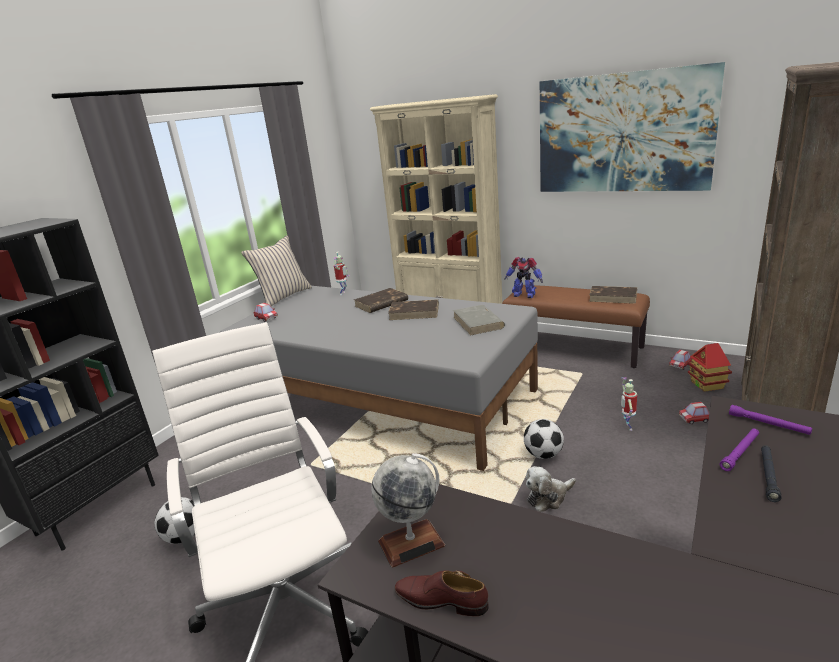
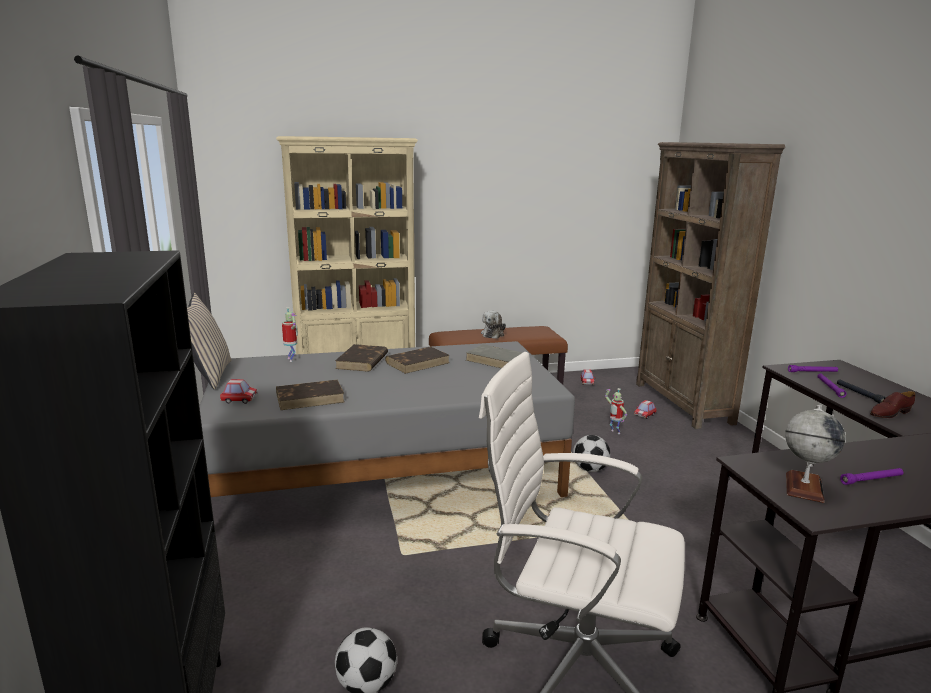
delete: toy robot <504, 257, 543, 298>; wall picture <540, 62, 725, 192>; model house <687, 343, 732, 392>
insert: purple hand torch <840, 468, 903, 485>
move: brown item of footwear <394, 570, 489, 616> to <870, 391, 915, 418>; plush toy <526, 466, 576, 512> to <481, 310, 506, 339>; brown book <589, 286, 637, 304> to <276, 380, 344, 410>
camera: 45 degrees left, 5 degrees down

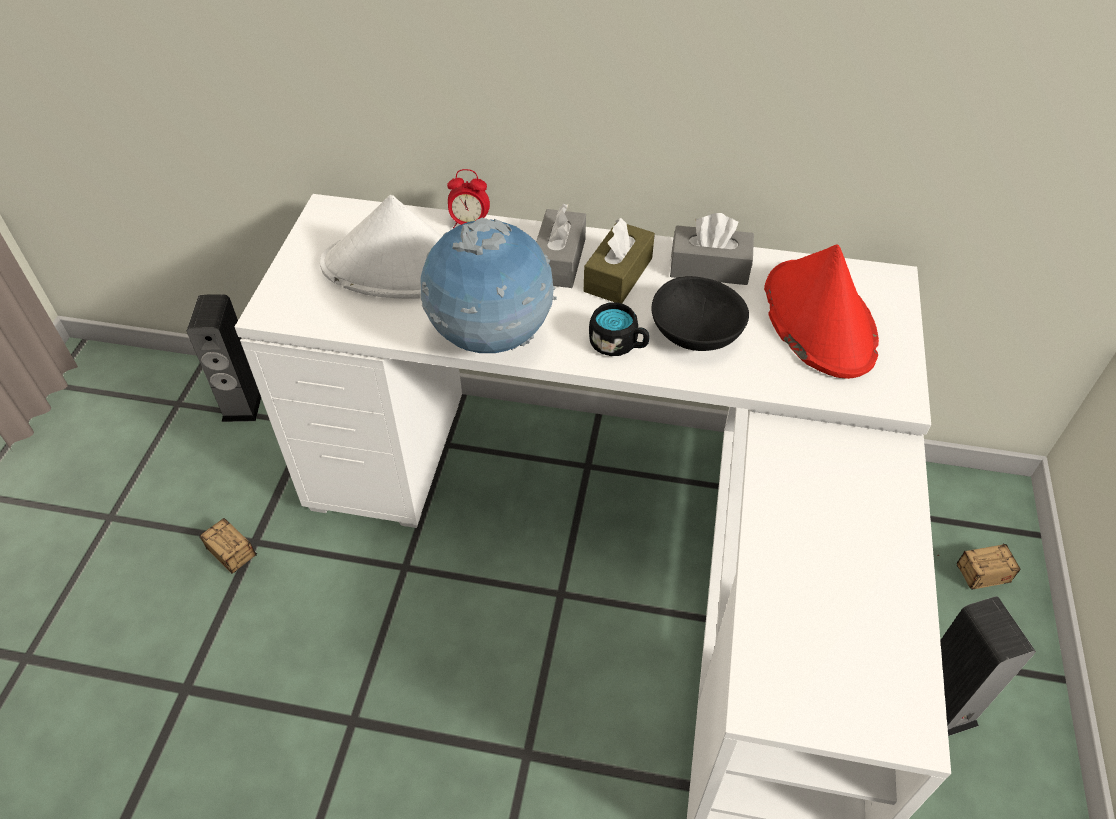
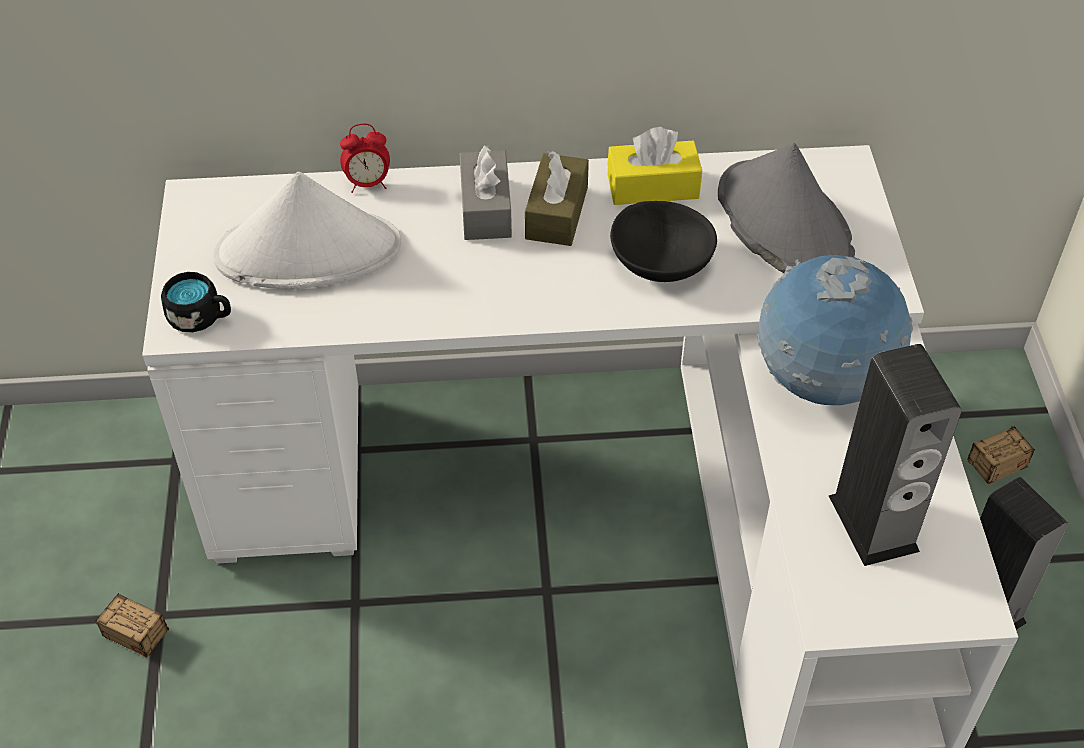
move: loudspeaker <187, 294, 261, 422> to <829, 344, 962, 566>; globe <421, 218, 557, 353> to <757, 255, 913, 405>; black-coloured tea mug <589, 302, 649, 356> to <161, 272, 231, 333>
recolor: gray box of tissues <670, 213, 754, 285> to yellow box of tissues <607, 127, 702, 205>; reddish wearable hat <764, 244, 879, 379> to gray wearable hat <718, 143, 855, 273>
camera: 15 degrees left, 0 degrees up

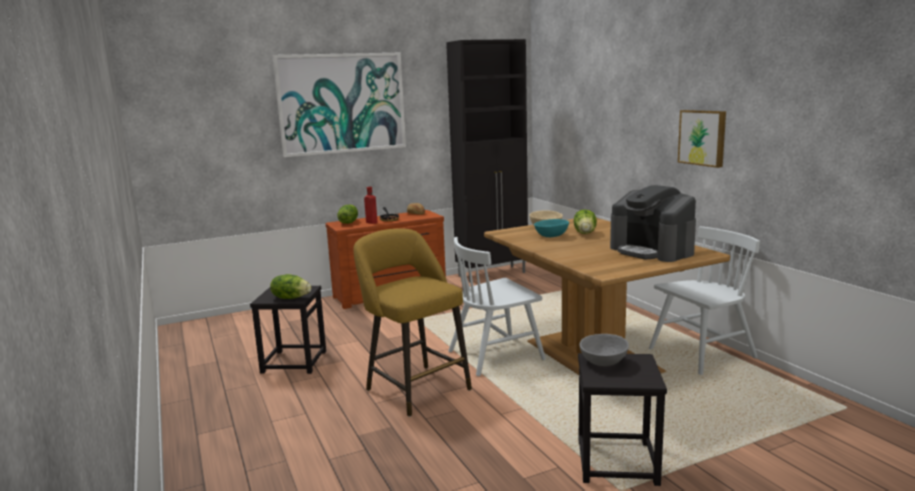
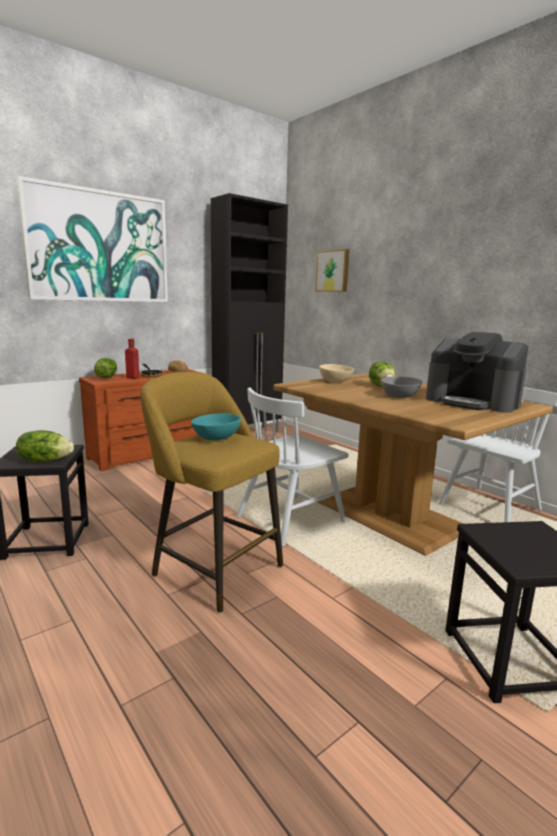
move: blue-green deep dish <534, 219, 569, 237> to <191, 413, 241, 440>; gray deep dish <580, 334, 629, 366> to <381, 376, 422, 398>; wall picture <678, 110, 726, 168> to <315, 249, 349, 292>
camera: 15 degrees left, 0 degrees up

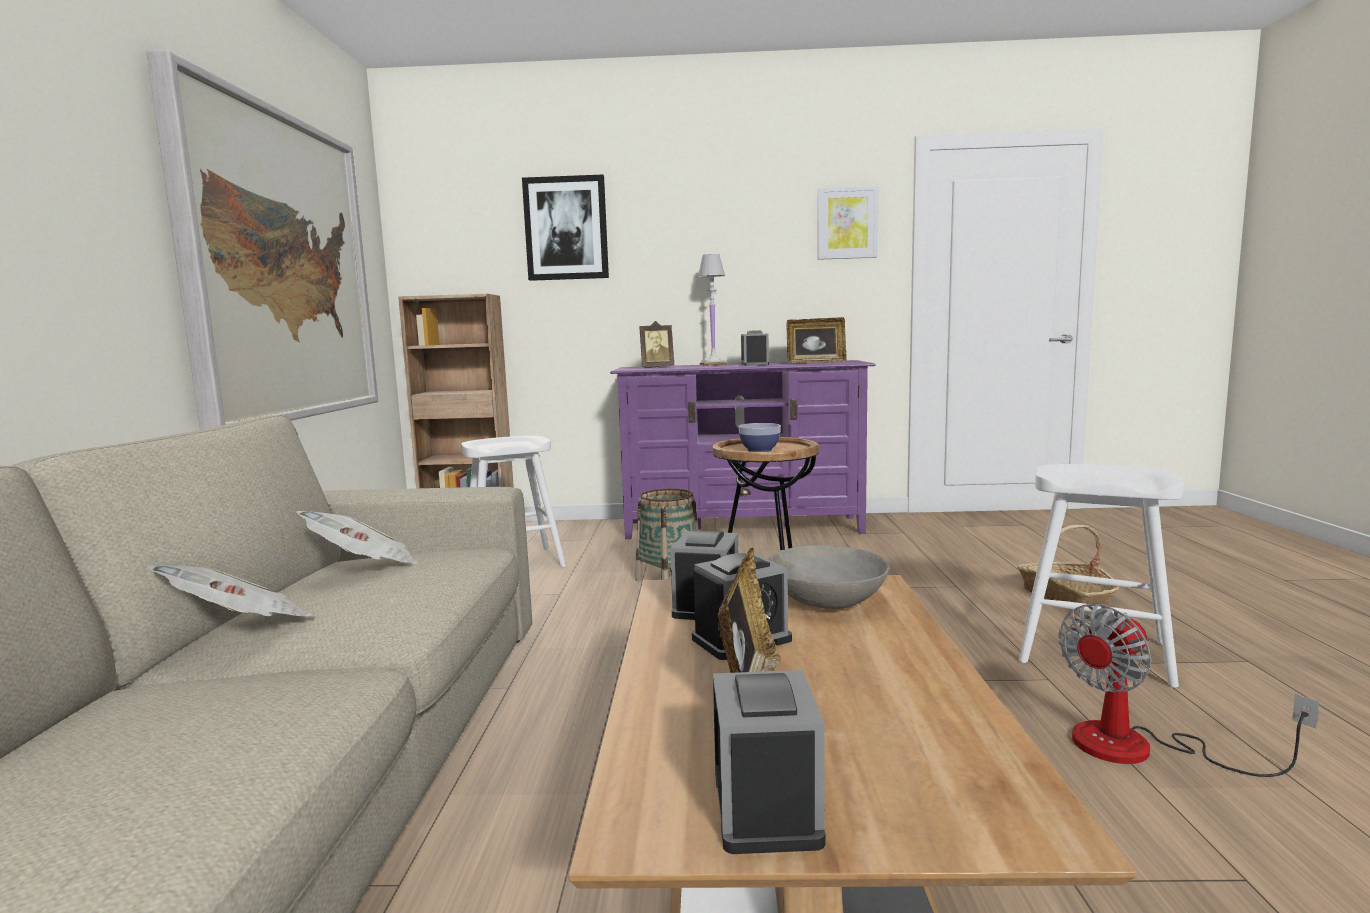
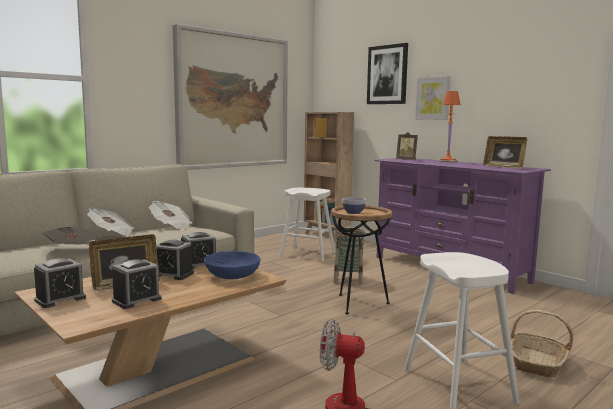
insert: daily paper <42, 227, 97, 245>
move: bedside clock <741, 330, 769, 366> to <112, 259, 162, 309>; wall picture <818, 186, 878, 260> to <415, 76, 450, 120>
recolor: white table lamp <698, 254, 728, 366> to orange table lamp <439, 91, 461, 163>; gray deep dish <768, 545, 889, 609> to bluish deep dish <204, 251, 260, 279>
camera: 45 degrees right, 0 degrees up

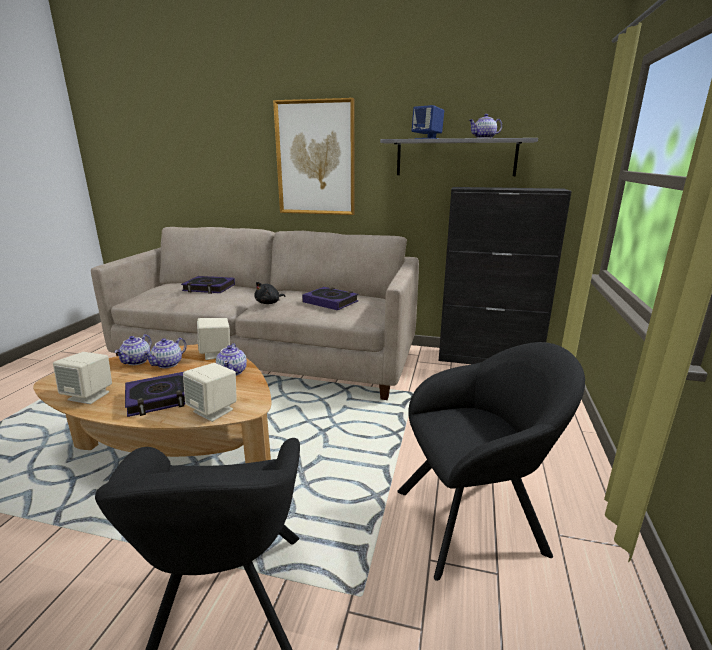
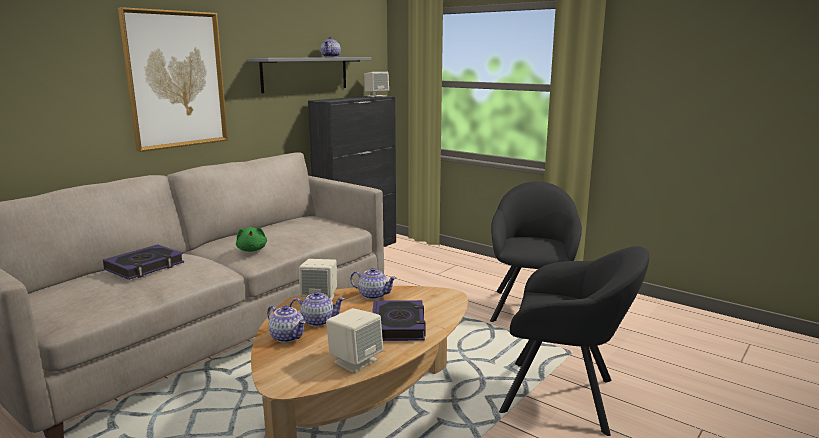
delete: book <302, 287, 358, 310>; bluish loudspeaker <412, 105, 444, 139>
move: beige loudspeaker <183, 363, 237, 422> to <364, 72, 389, 97>
recolor: black-coloured plush toy <254, 282, 285, 304> to greenish plush toy <236, 227, 267, 252>
rotate: pot for tea <142, 338, 187, 368> = <289, 291, 345, 327> 60 degrees counterclockwise
camera: 65 degrees left, 5 degrees down

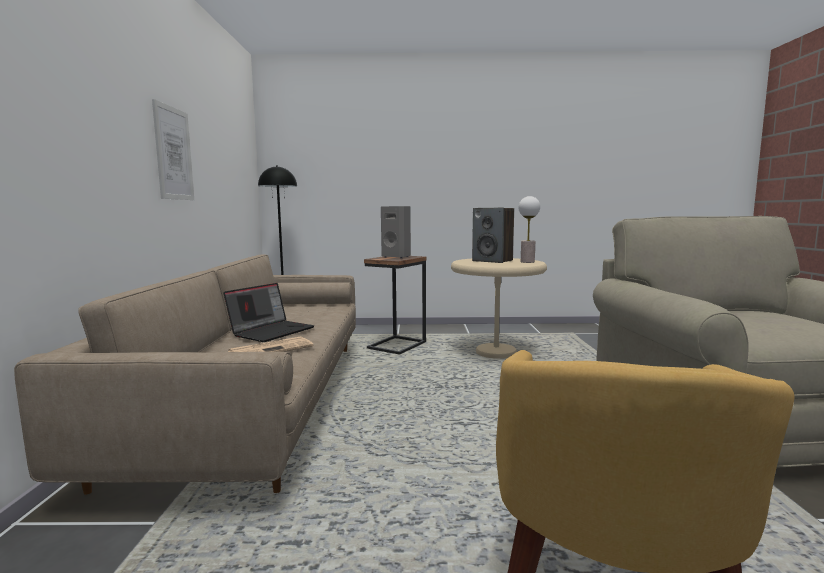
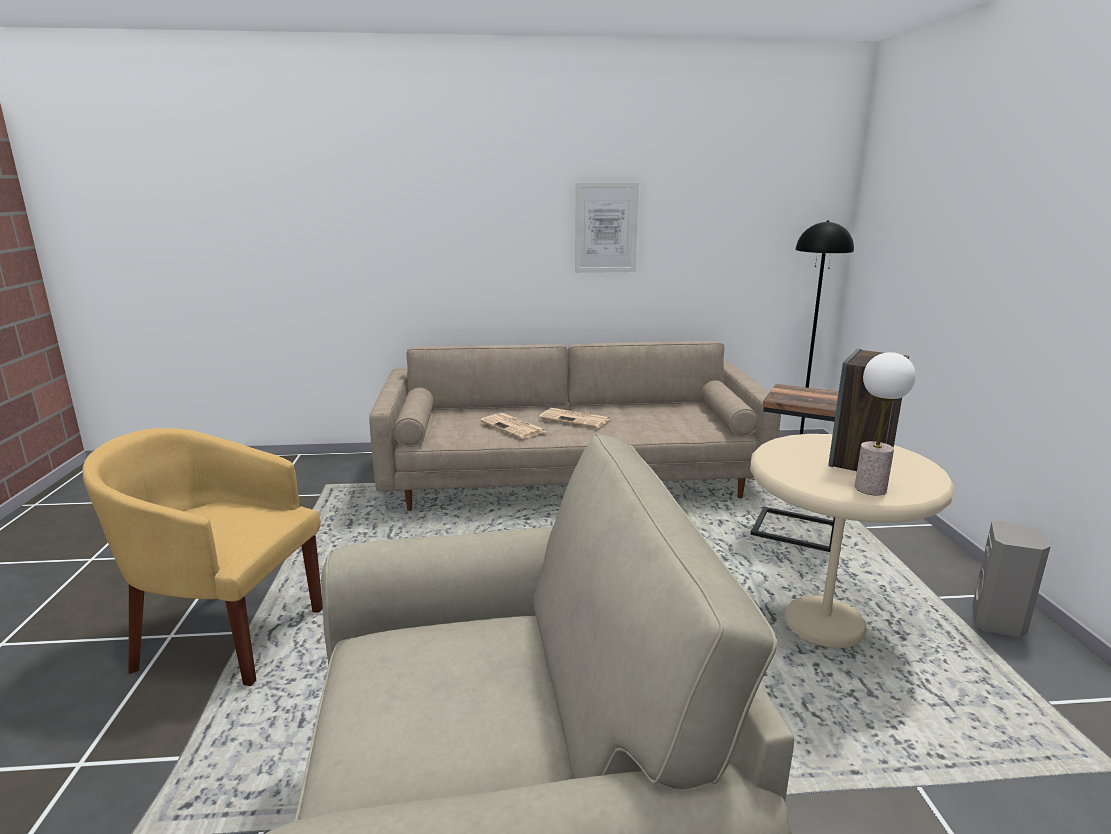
move: gray loudspeaker <381, 206, 411, 258> to <973, 521, 1051, 637>
replace: portable computer <223, 283, 314, 342> to daily paper <539, 408, 610, 428>
camera: 85 degrees right, 10 degrees up

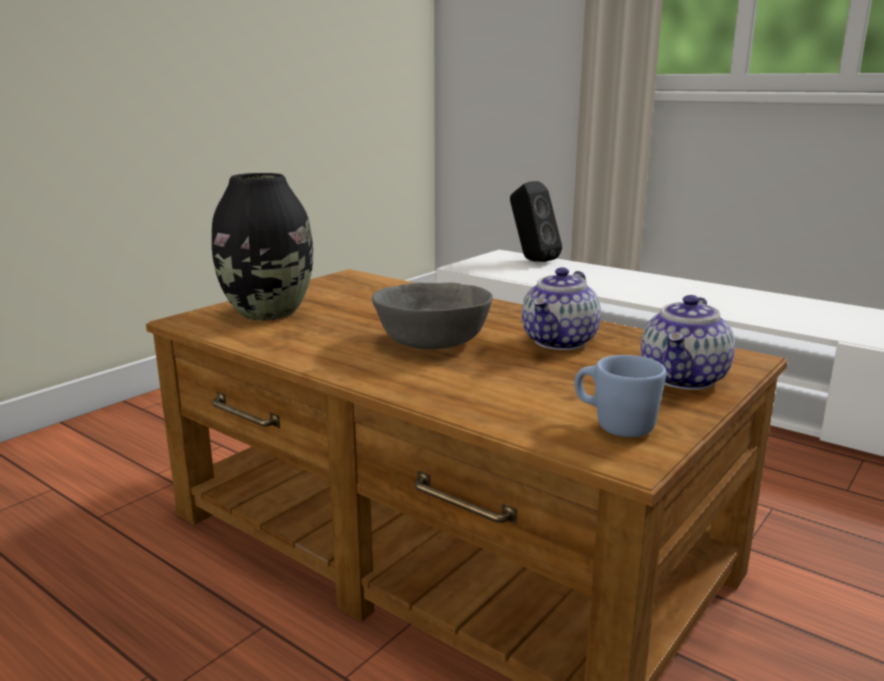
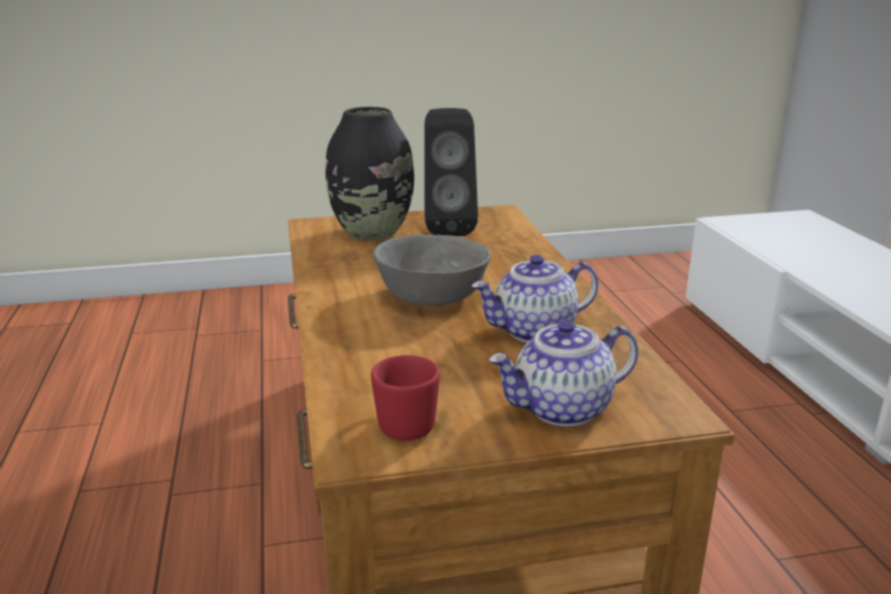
move: black-coloured loudspeaker <510, 181, 562, 262> to <424, 108, 478, 236>
recolor: bluish tea mug <575, 355, 666, 437> to reddish tea mug <371, 355, 440, 441>
camera: 40 degrees right, 5 degrees up

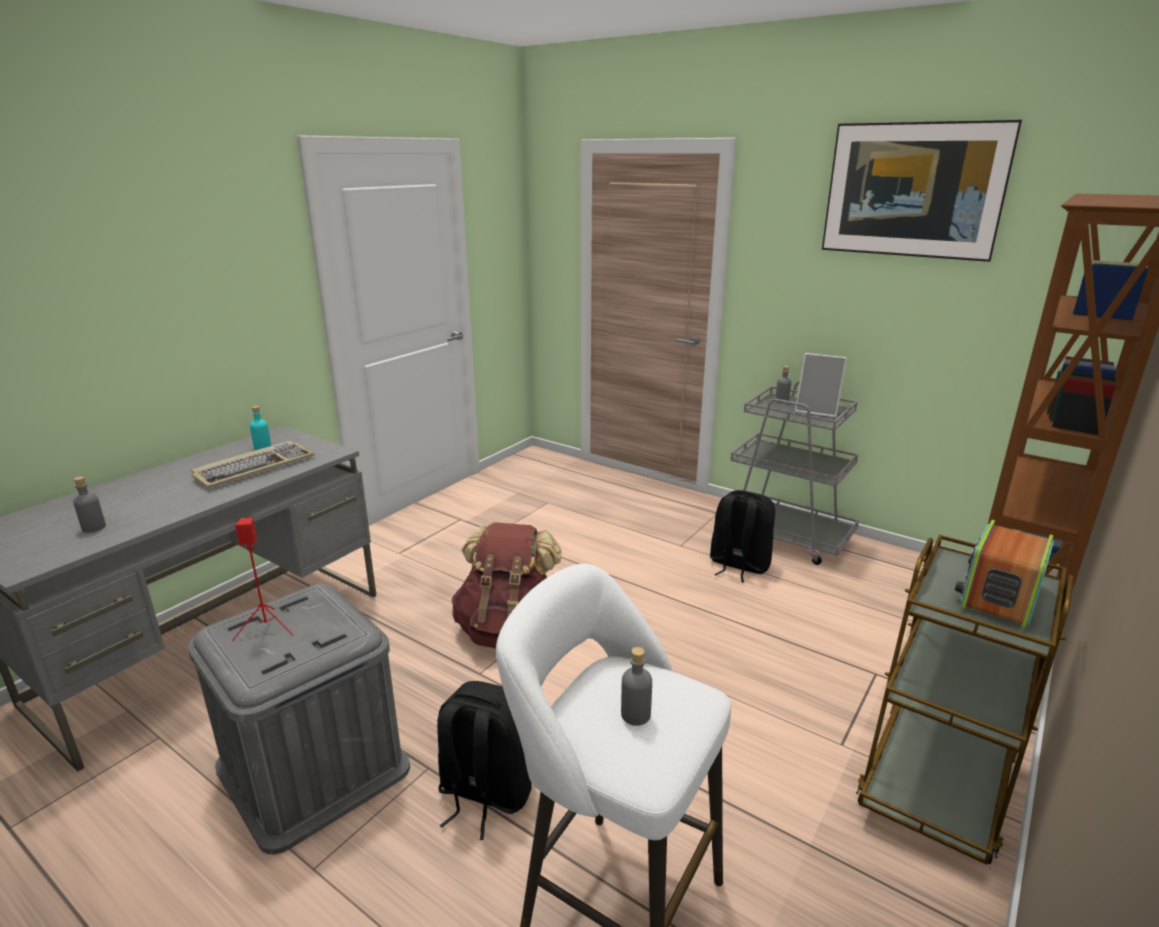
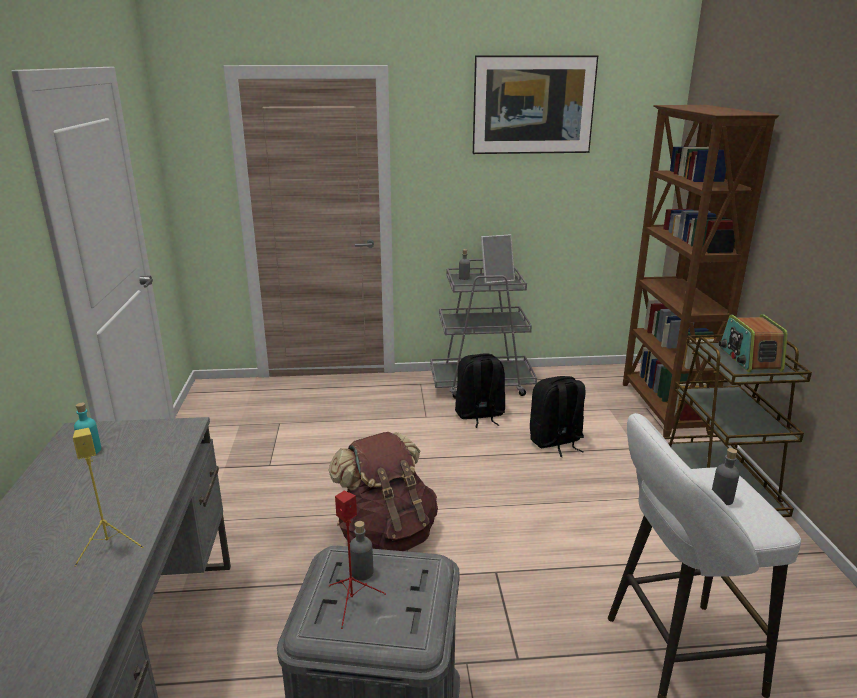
delete: computer keyboard <191, 441, 315, 488>
insert: yellow loudspeaker <73, 428, 143, 567>
move: gray bottle <73, 476, 106, 533> to <350, 521, 373, 581>; black-coloured rucksack <437, 681, 532, 840> to <530, 376, 585, 457>
camera: 40 degrees left, 0 degrees up

